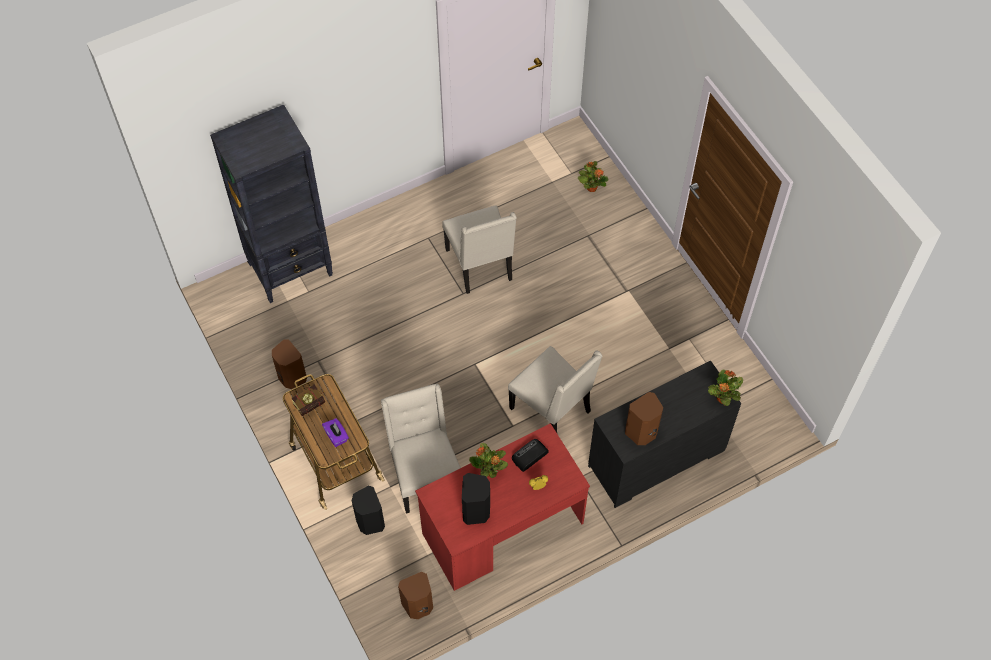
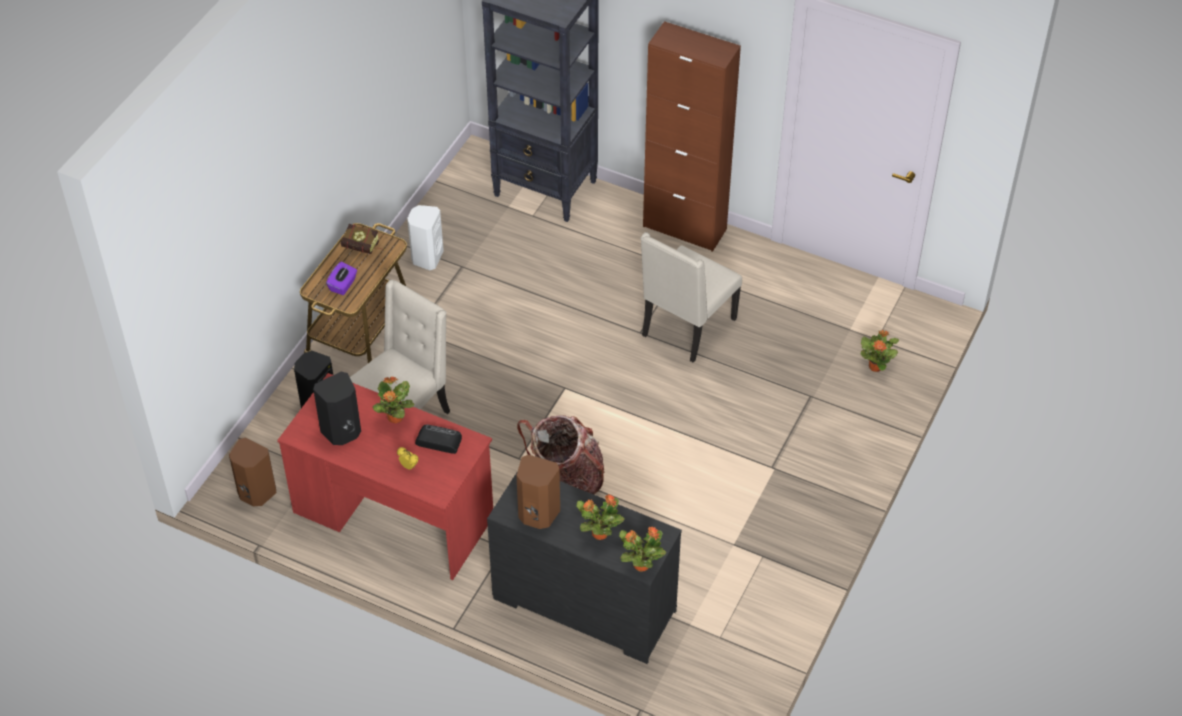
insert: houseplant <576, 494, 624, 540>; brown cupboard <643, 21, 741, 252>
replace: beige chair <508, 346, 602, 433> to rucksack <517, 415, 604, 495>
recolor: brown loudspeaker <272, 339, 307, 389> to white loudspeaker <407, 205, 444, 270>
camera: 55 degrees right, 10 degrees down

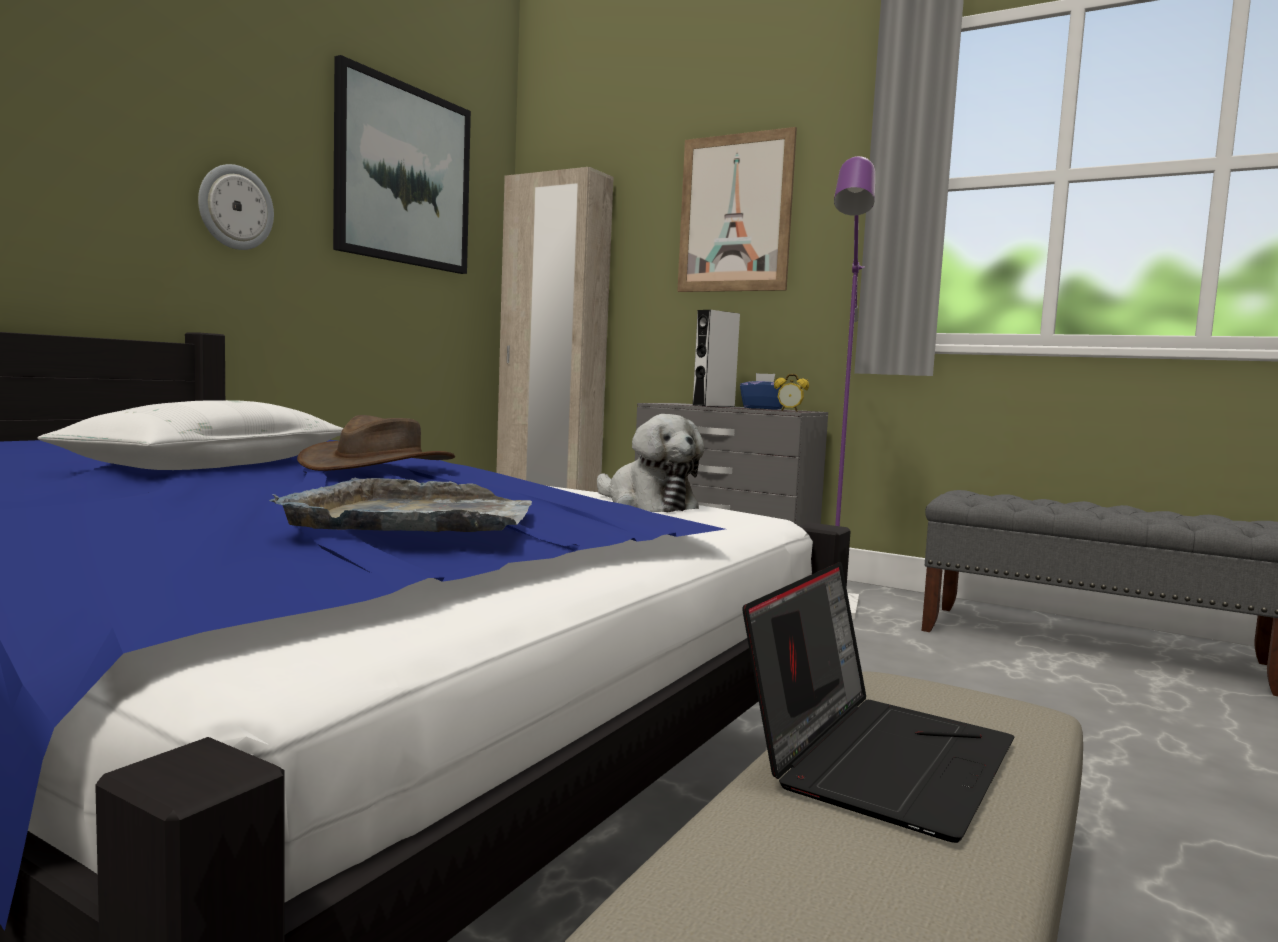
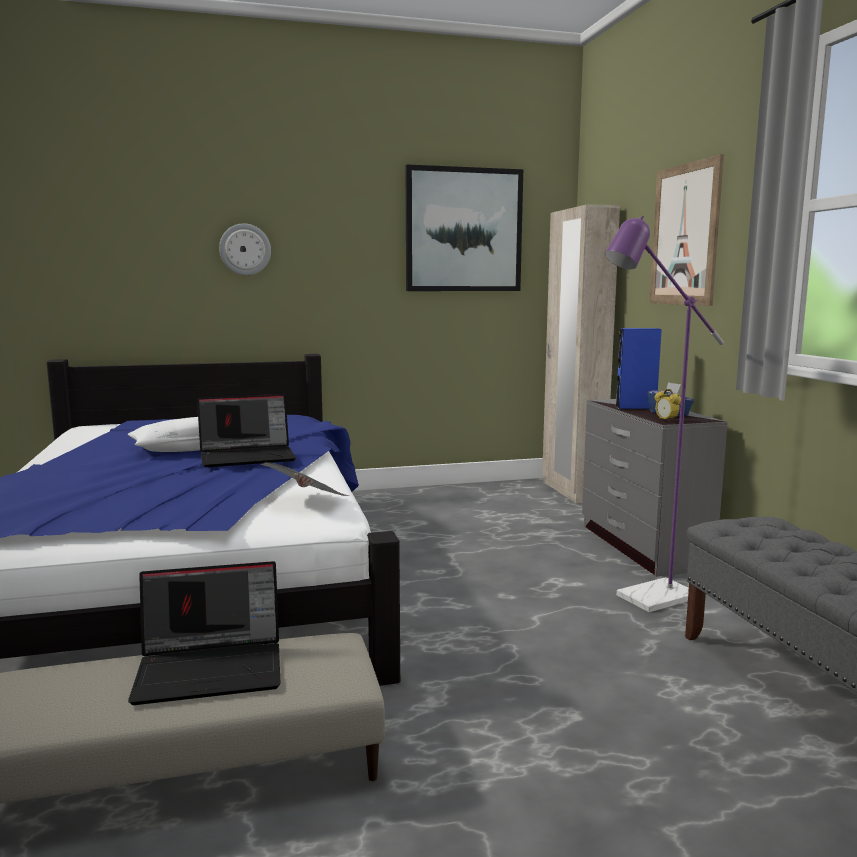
delete: gray serving tray <269, 478, 532, 532>
move: clock on the wall <198, 164, 274, 250> to <219, 224, 271, 275>
replace: brown wearable hat <297, 415, 455, 471> to portable computer <197, 394, 296, 467>; plush toy <597, 414, 704, 512> to daily paper <260, 462, 350, 496>
recolor: white loudspeaker <693, 310, 740, 407> to bluish loudspeaker <615, 328, 662, 409>
camera: 45 degrees right, 5 degrees up

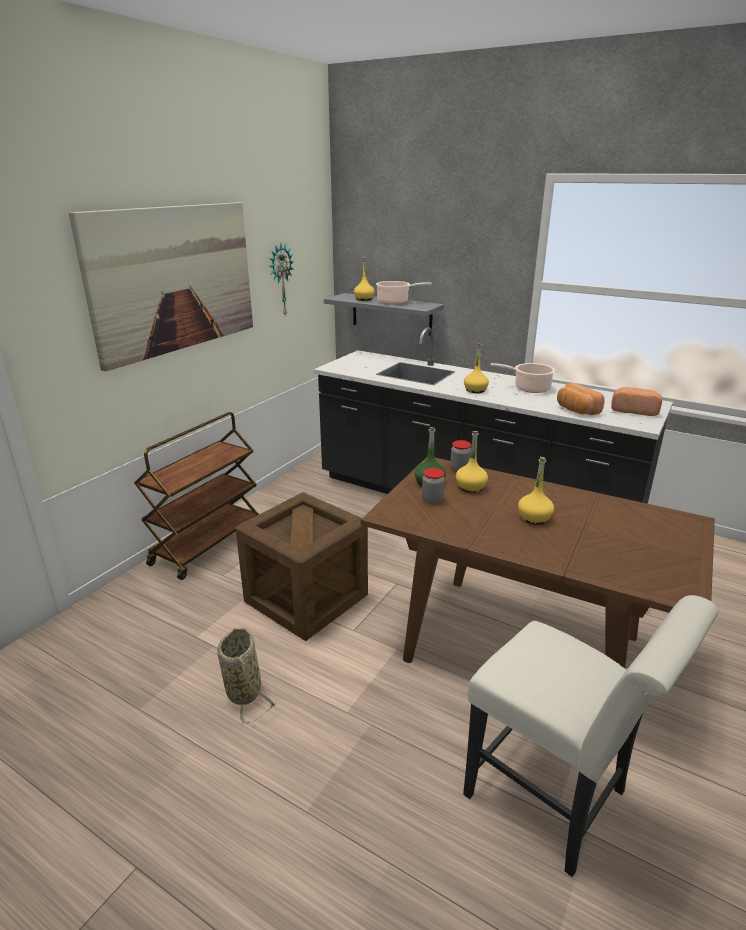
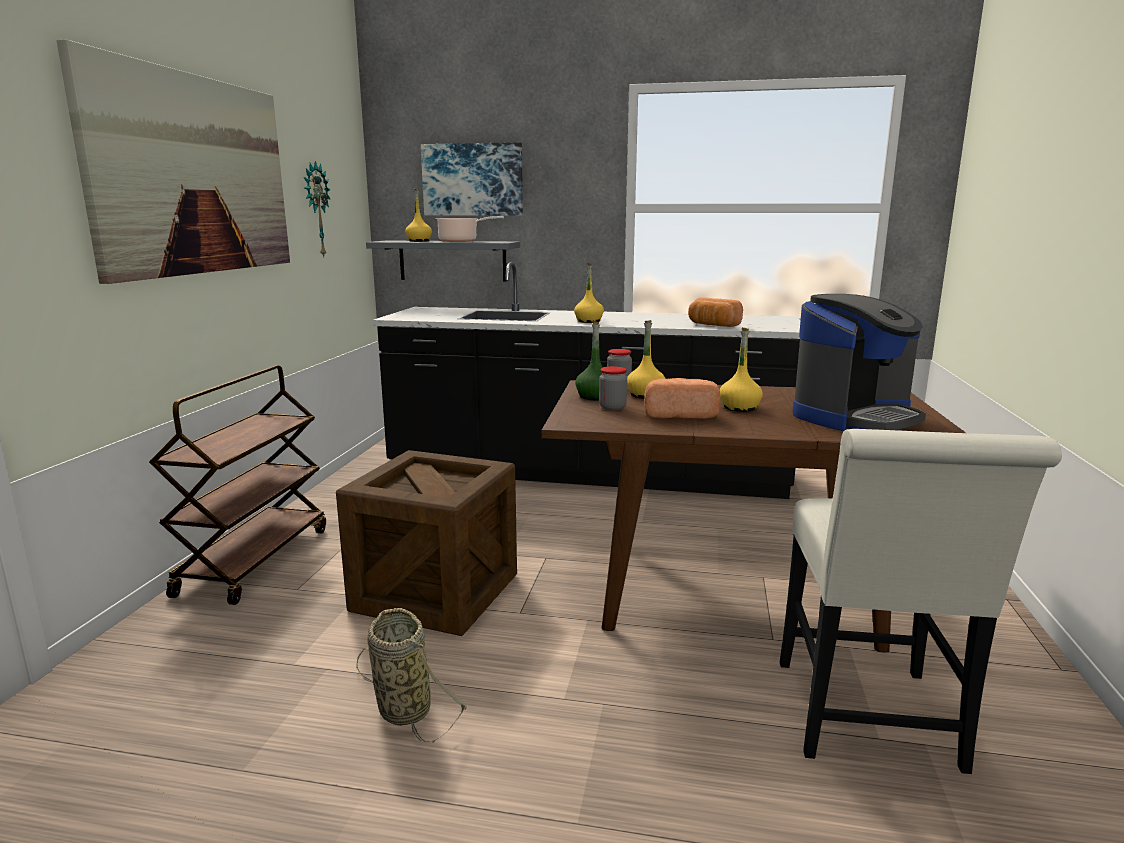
delete: saucepot <490, 363, 555, 393>
insert: wall picture <421, 142, 523, 216>; coffee brewer <792, 294, 926, 431>
move: bread <611, 387, 662, 416> to <644, 378, 720, 419>
rotate: white chair <463, 595, 719, 877> = <780, 429, 1062, 774> 75 degrees clockwise
camera: 20 degrees left, 10 degrees down

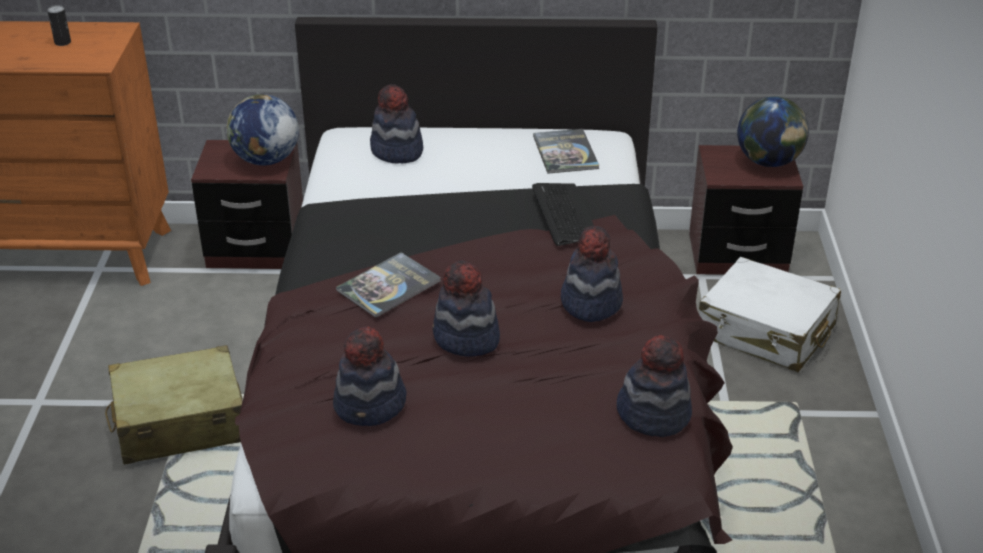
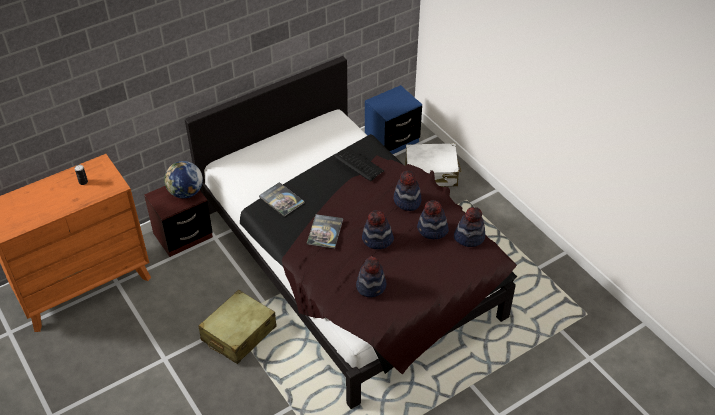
delete: globe <737, 96, 809, 167>
move: wearable hat <370, 84, 423, 164> to <417, 200, 449, 239>; book <533, 129, 600, 174> to <259, 182, 305, 217>
recolor: brown nightstand <689, 145, 803, 275> to bluish nightstand <365, 85, 422, 154>
camera: 35 degrees left, 10 degrees up

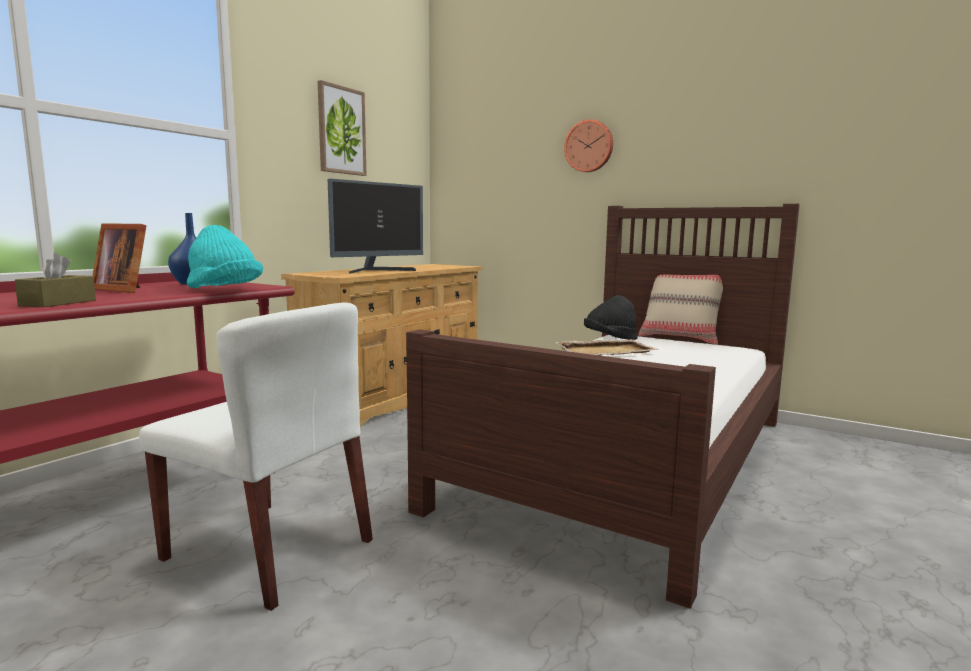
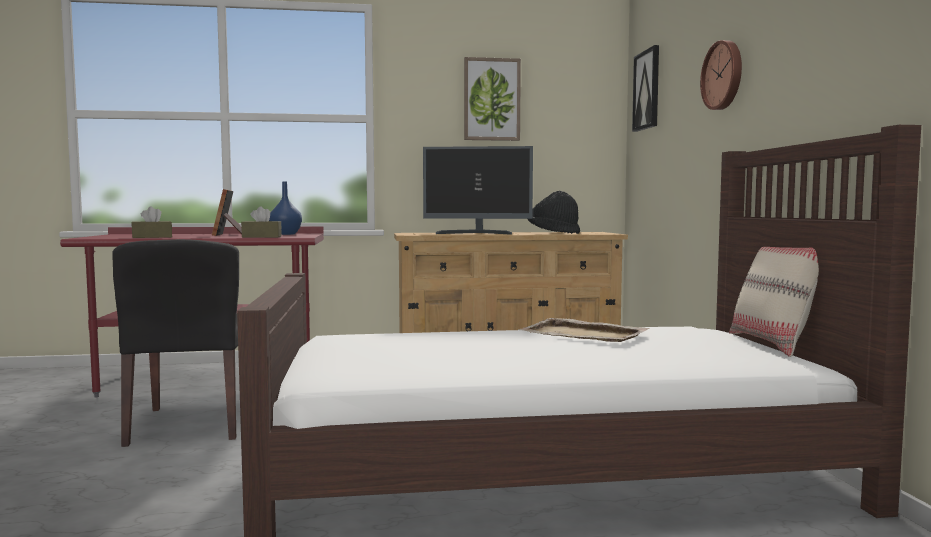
insert: wall picture <632, 45, 659, 132>
move: black-coloured wearable hat <584, 295, 638, 340> to <527, 191, 580, 234>
replace: blue-green wearable hat <187, 225, 263, 288> to brown box of tissues <241, 206, 282, 238>
recolor: white chair <139, 302, 373, 611> to black-coloured chair <112, 239, 239, 447>
camera: 50 degrees right, 5 degrees down

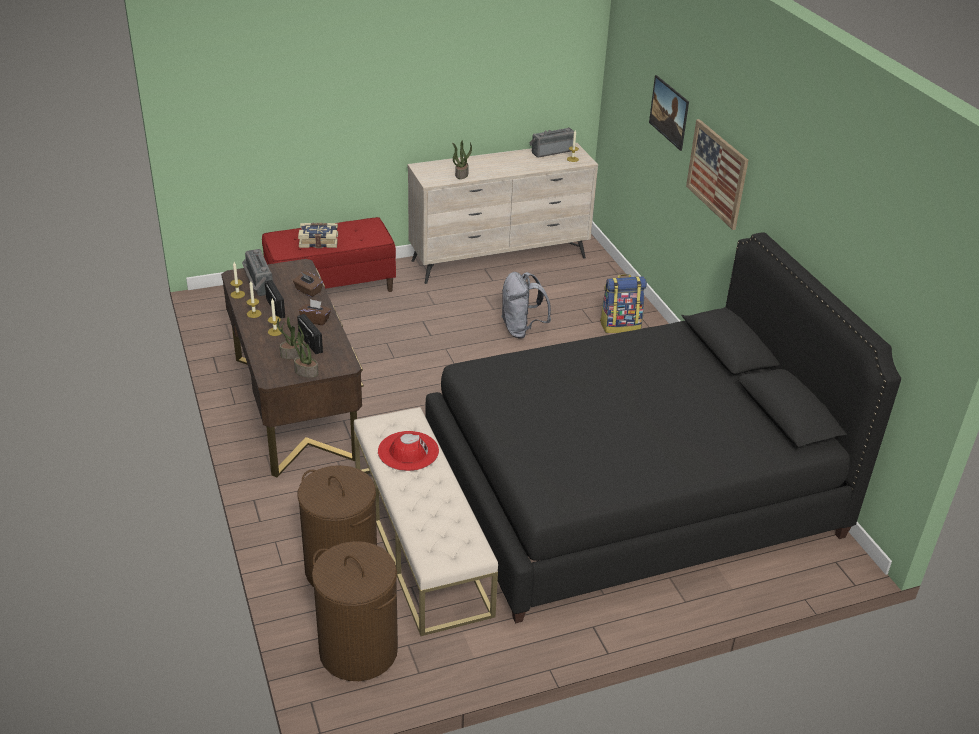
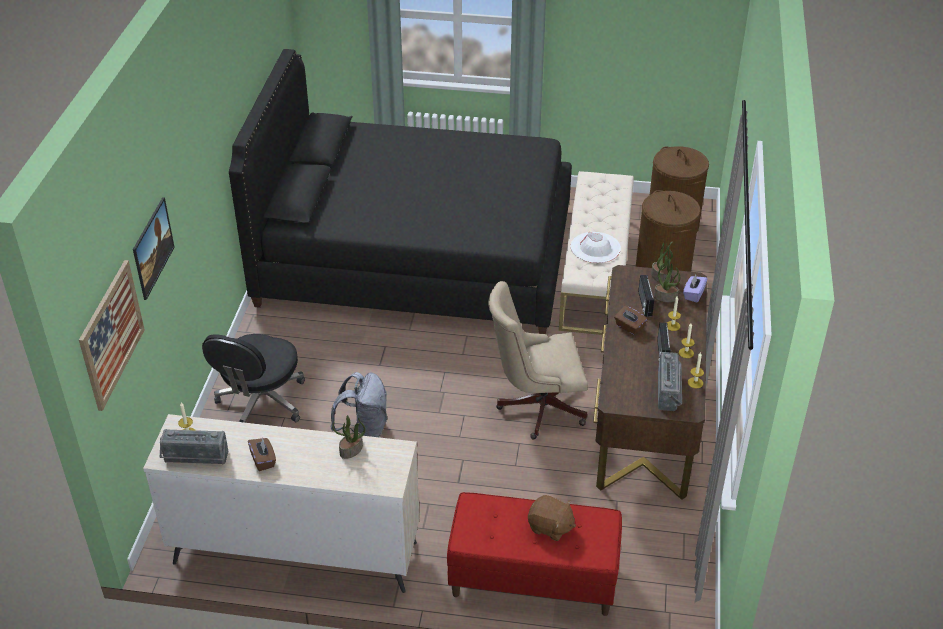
insert: beige computer chair <488, 281, 588, 440>; purple box of tissues <683, 274, 708, 302>
move: brown box of tissues <293, 271, 323, 297> to <248, 438, 276, 471>; wall picture <686, 119, 748, 230> to <79, 260, 145, 411>
replace: book <298, 223, 338, 248> to brown plush toy <528, 495, 576, 541>; rucksack <600, 274, 647, 333> to black-coloured computer chair <202, 334, 305, 423>
recolor: reddish wearable hat <378, 431, 439, 471> to white wearable hat <571, 232, 621, 263>
camera: 150 degrees left, 5 degrees up

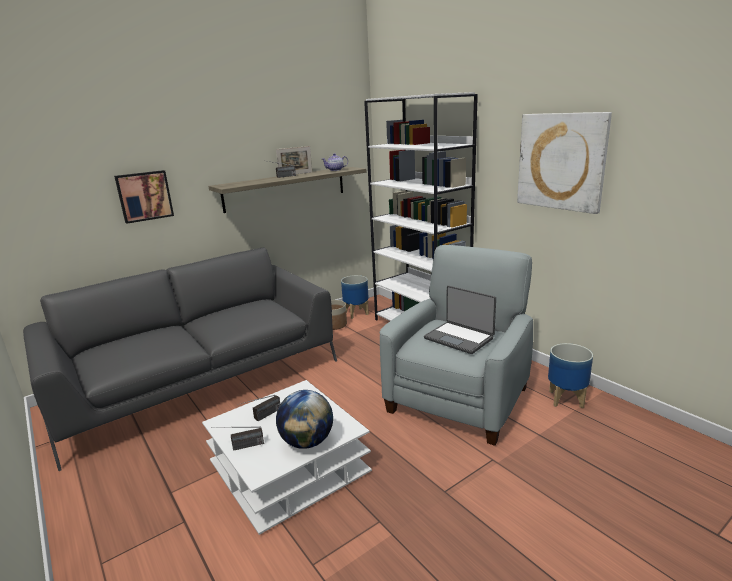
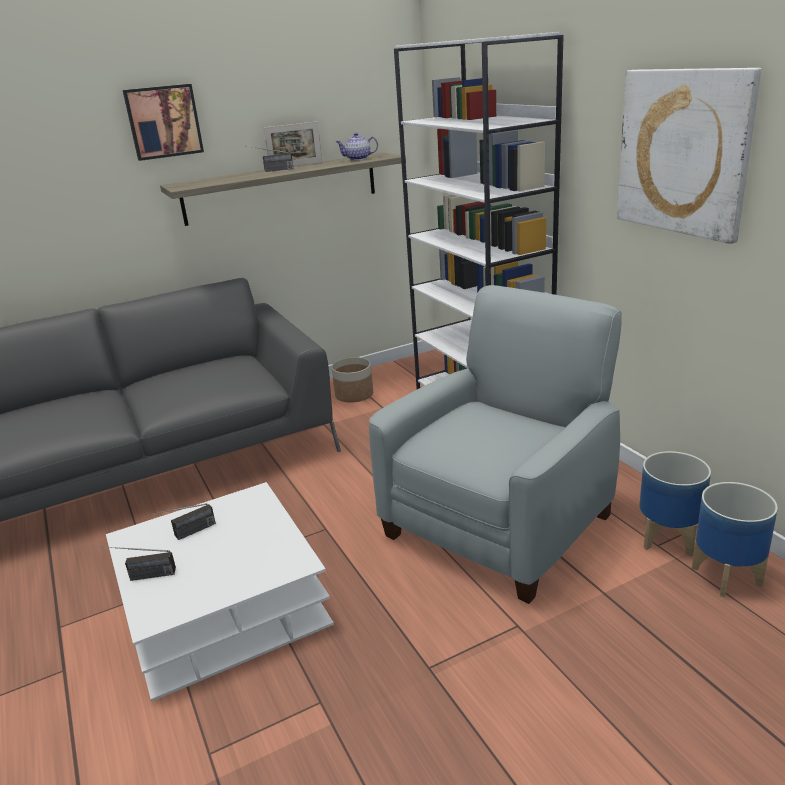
delete: globe <276, 390, 333, 449>; portable computer <424, 285, 496, 354>
move: wall picture <114, 170, 174, 224> to <123, 84, 204, 161>; flower pot <341, 275, 369, 319> to <692, 482, 778, 597>
camera: 10 degrees right, 5 degrees up

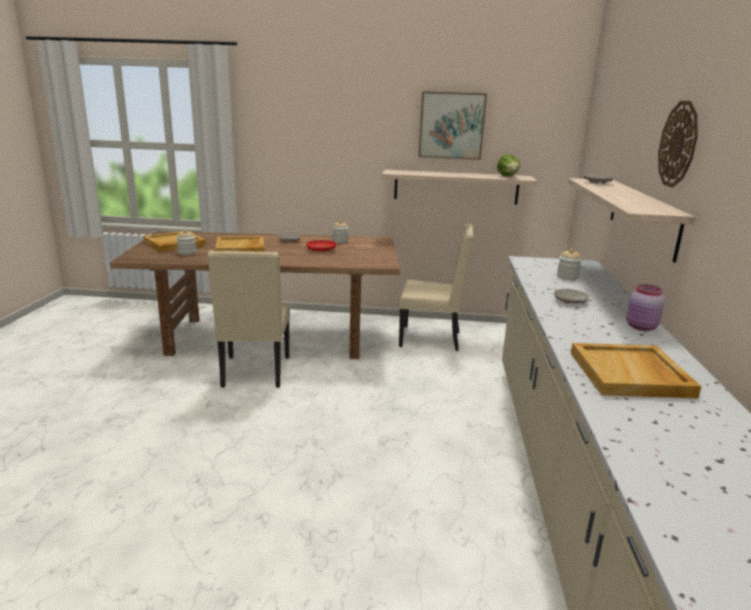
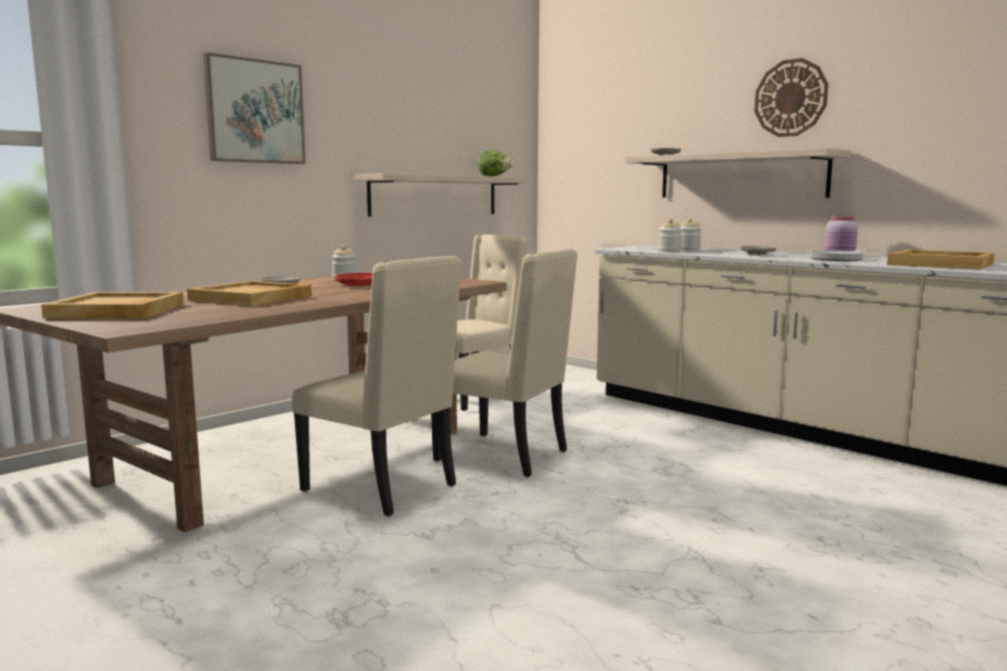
insert: beige chair <431, 249, 578, 477>; skillet <809, 249, 880, 261>
move: storage jar <177, 229, 196, 255> to <657, 219, 682, 252>; wall picture <418, 91, 487, 160> to <203, 52, 306, 164>
camera: 50 degrees left, 10 degrees down

